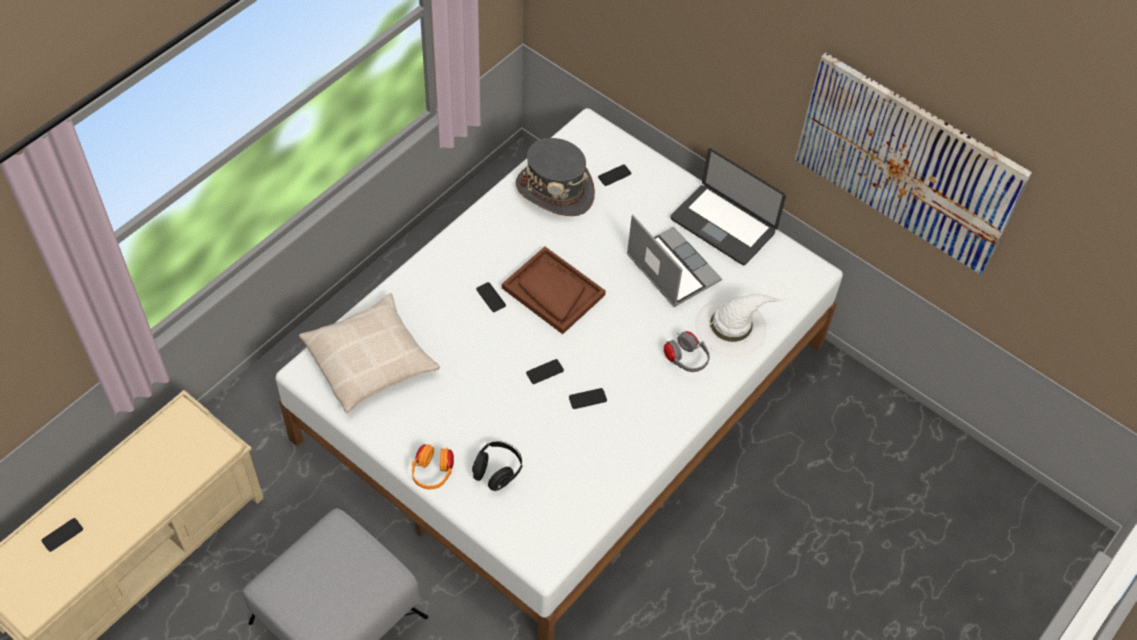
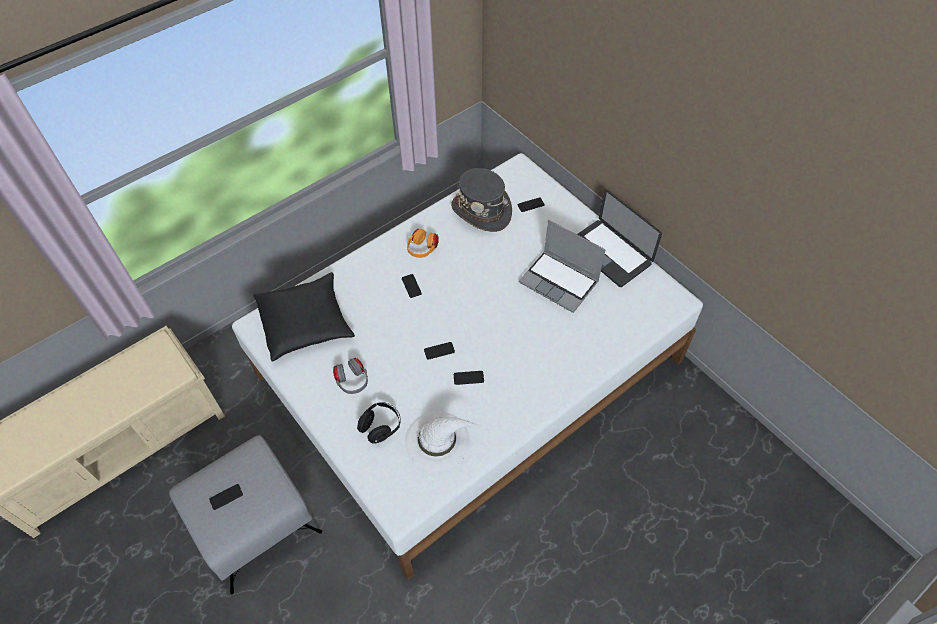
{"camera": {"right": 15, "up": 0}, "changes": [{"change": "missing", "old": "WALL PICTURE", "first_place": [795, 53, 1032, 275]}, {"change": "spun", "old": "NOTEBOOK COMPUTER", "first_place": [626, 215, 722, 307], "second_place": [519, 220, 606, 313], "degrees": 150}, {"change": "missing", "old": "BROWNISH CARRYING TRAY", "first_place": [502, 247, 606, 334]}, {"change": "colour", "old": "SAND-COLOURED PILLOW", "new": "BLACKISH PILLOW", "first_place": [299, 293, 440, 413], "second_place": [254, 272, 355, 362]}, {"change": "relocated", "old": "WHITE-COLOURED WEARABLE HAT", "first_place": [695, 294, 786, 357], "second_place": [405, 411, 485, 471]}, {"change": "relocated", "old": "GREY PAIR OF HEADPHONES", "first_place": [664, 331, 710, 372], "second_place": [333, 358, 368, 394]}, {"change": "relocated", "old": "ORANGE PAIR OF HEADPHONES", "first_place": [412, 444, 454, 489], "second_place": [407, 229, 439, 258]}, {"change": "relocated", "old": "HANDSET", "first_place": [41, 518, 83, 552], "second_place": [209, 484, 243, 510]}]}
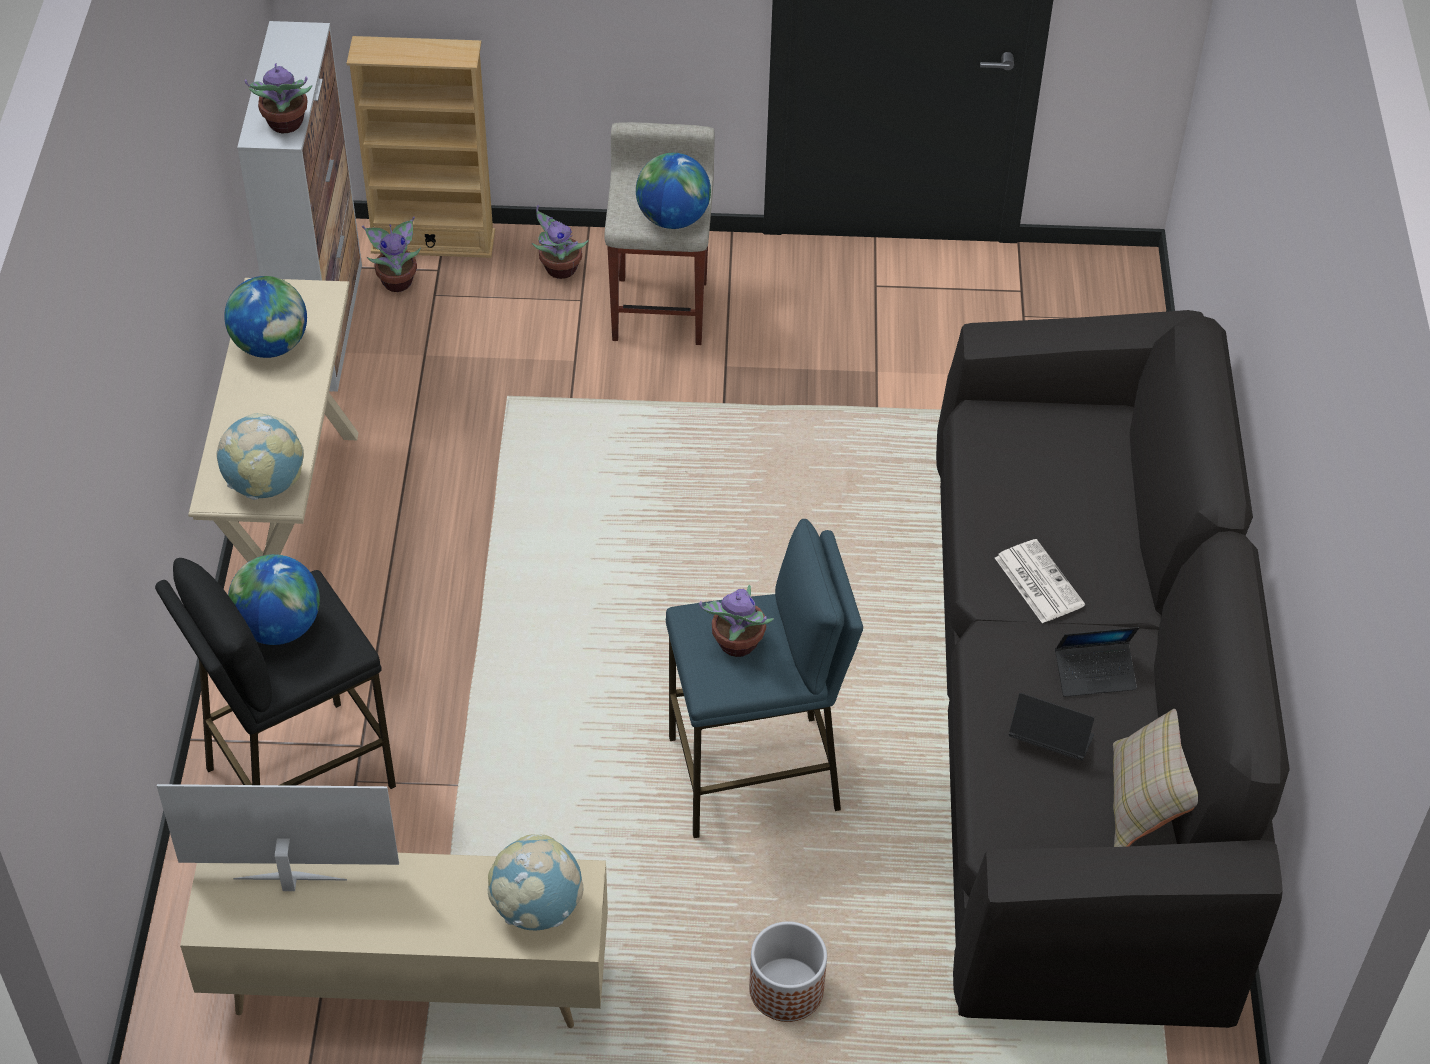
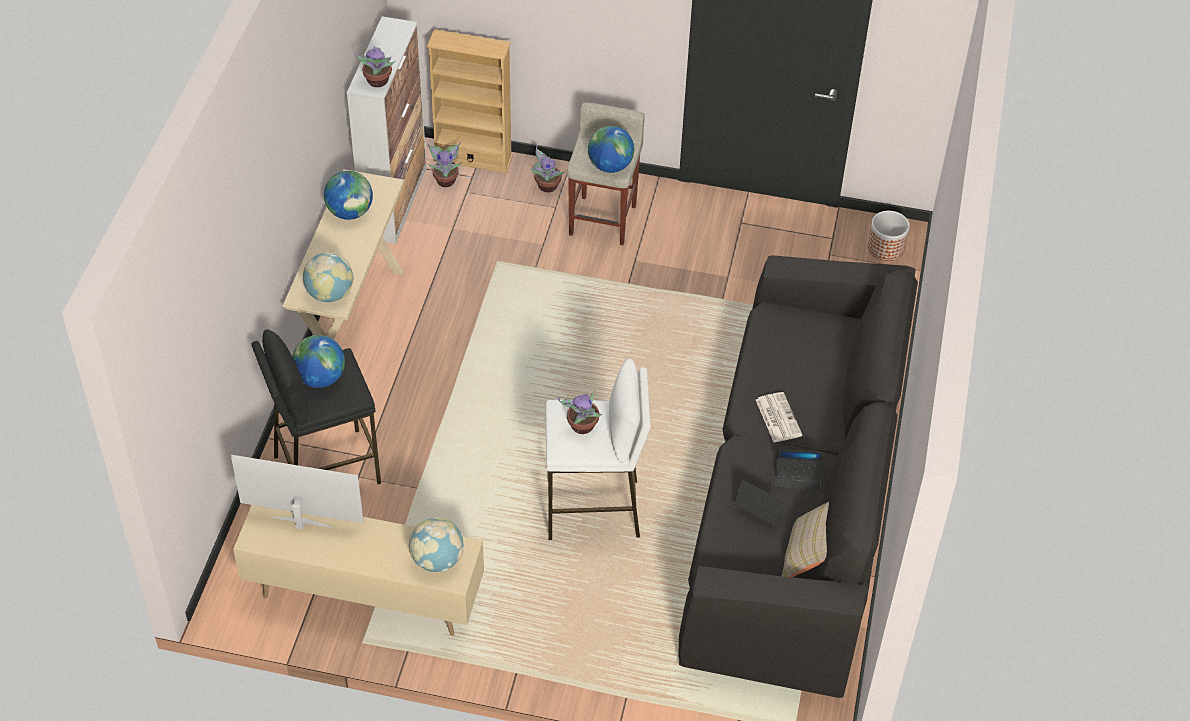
{"camera": {"right": 10, "up": 0}, "changes": [{"change": "colour", "old": "BLUE STOOL", "new": "WHITE-COLOURED STOOL", "first_place": [666, 519, 863, 838], "second_place": [546, 358, 651, 540]}, {"change": "relocated", "old": "PLANT POT", "first_place": [749, 922, 827, 1022], "second_place": [867, 211, 910, 261]}]}
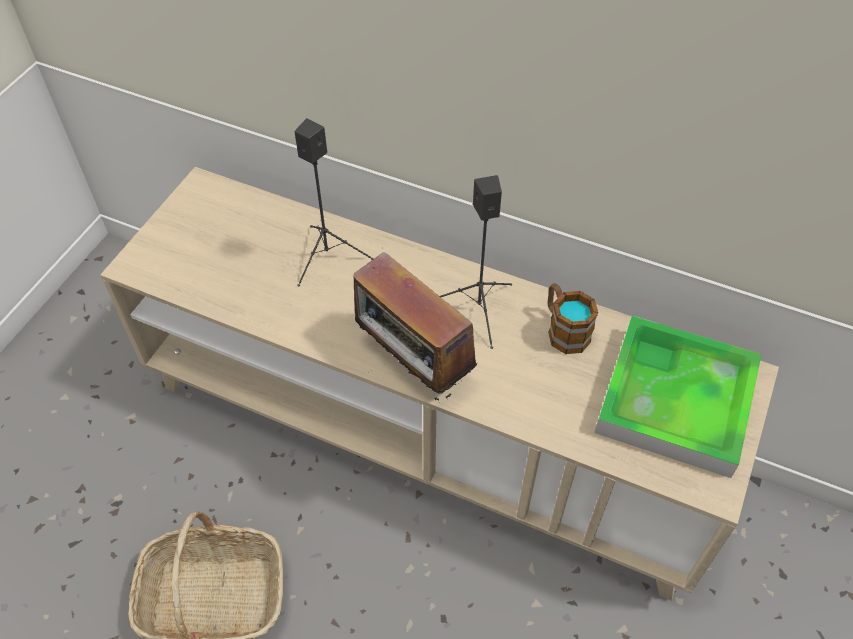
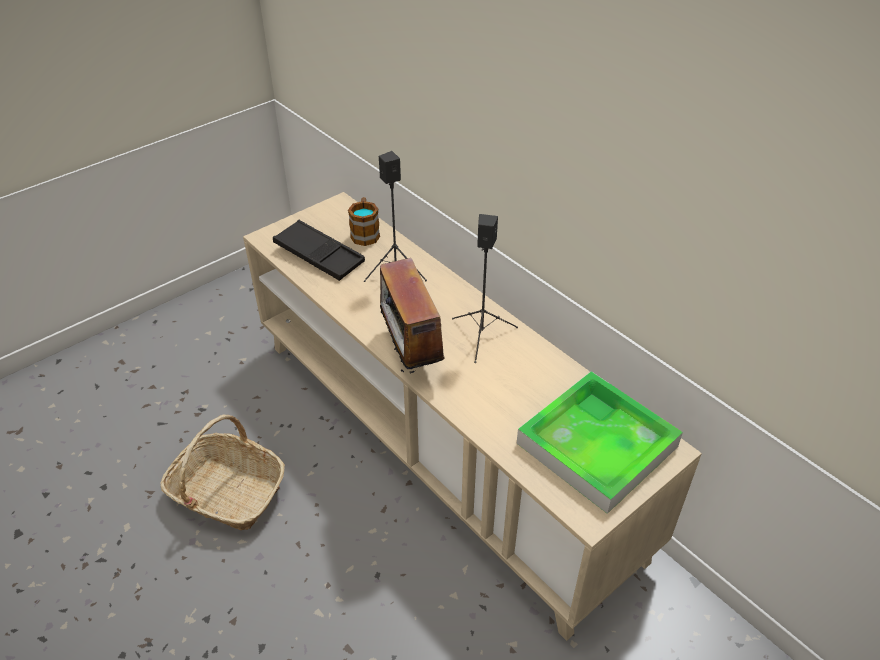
{"camera": {"right": 25, "up": -10}, "changes": [{"change": "relocated", "old": "TEA MUG", "first_place": [547, 283, 598, 354], "second_place": [348, 197, 380, 246]}, {"change": "appeared", "new": "BLACKISH CARRYING TRAY", "second_place": [273, 220, 365, 281]}]}
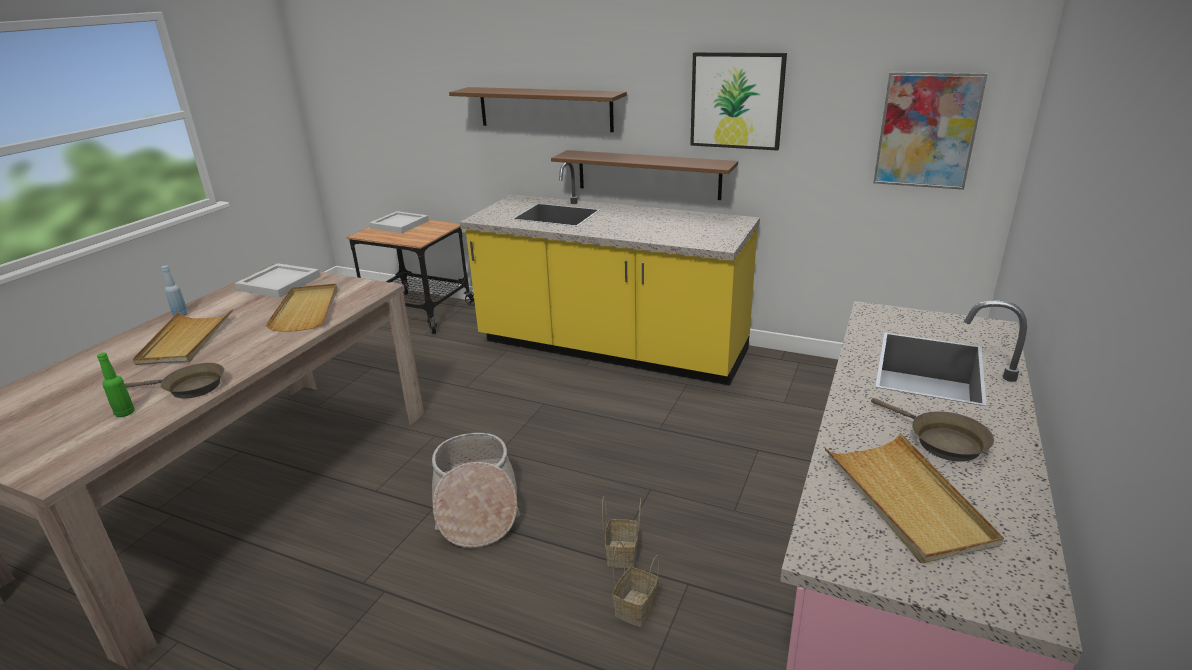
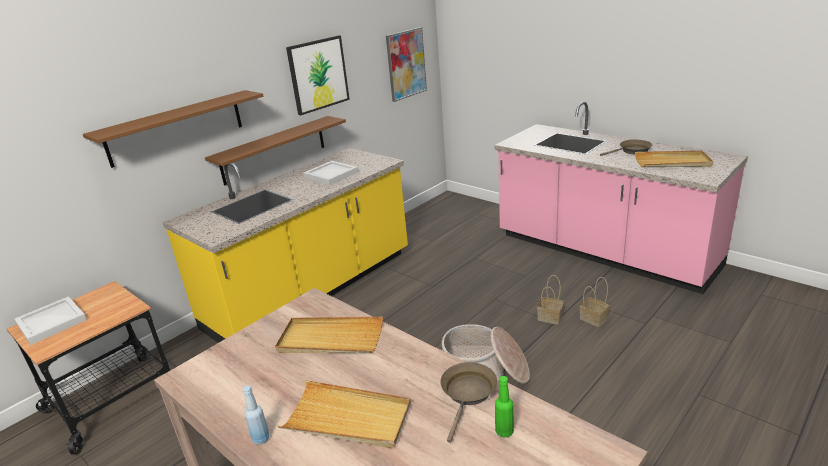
{"camera": {"right": -70, "up": 0}, "changes": [{"change": "relocated", "old": "WHITE-COLOURED CARRYING TRAY", "first_place": [235, 263, 321, 298], "second_place": [303, 161, 358, 185]}]}
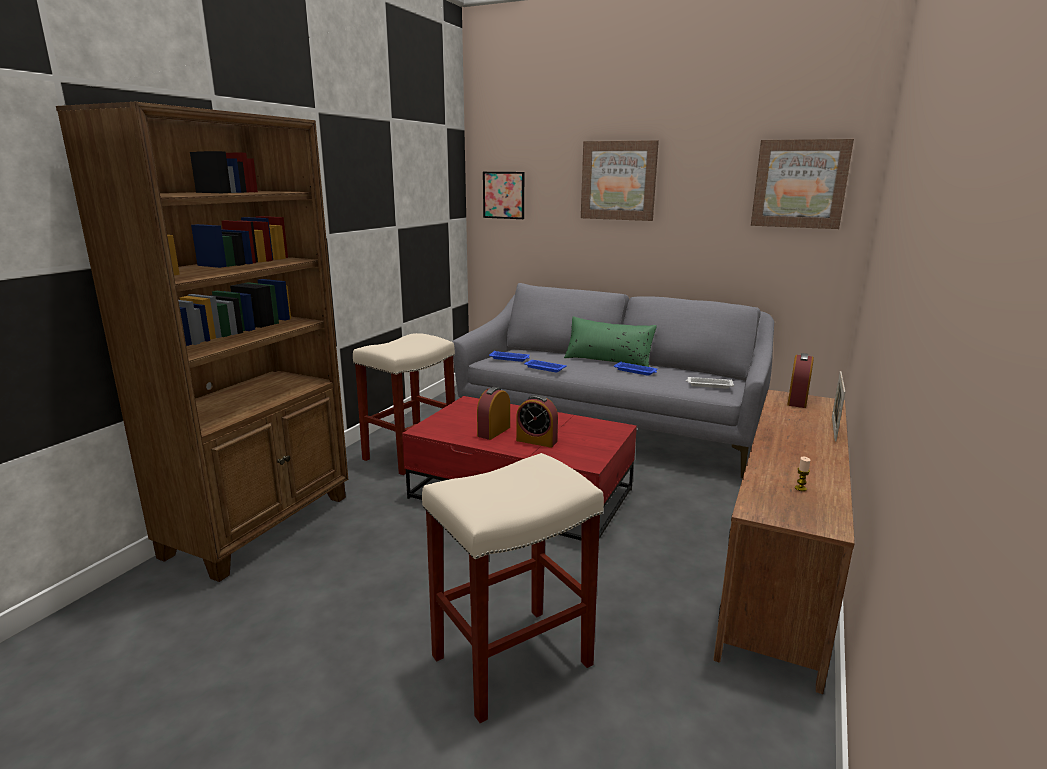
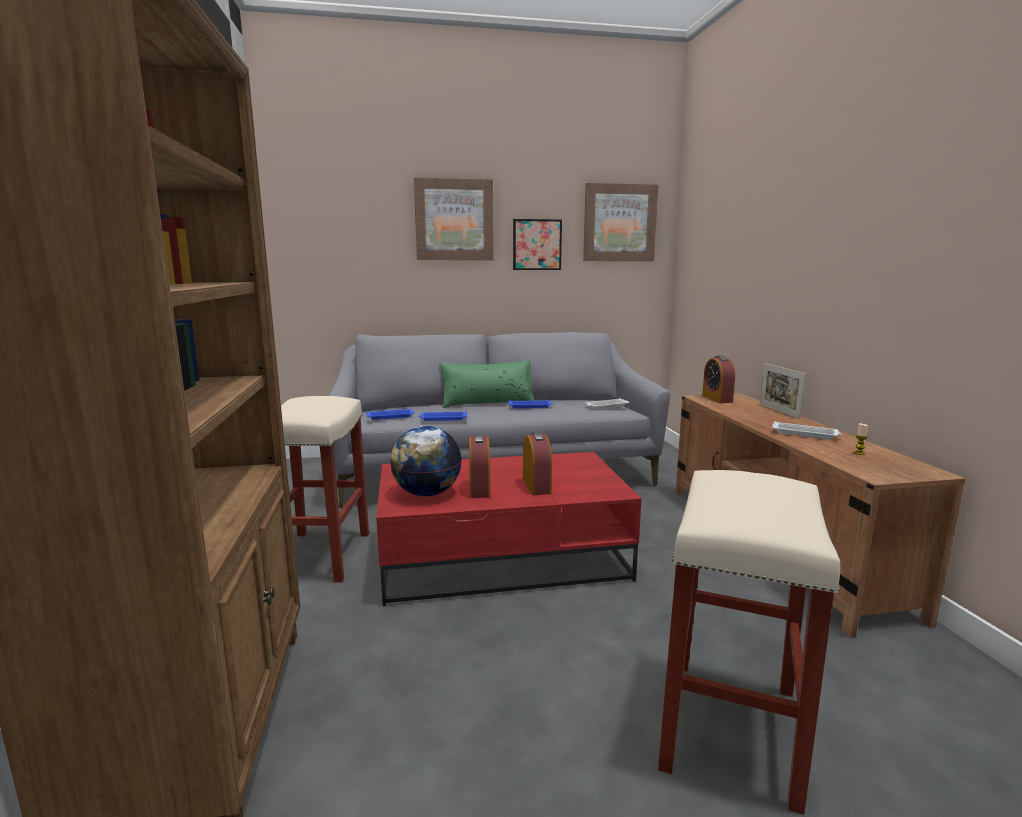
{"camera": {"right": -35, "up": -5}, "changes": [{"change": "relocated", "old": "WALL PICTURE", "first_place": [483, 172, 524, 219], "second_place": [513, 219, 562, 270]}, {"change": "spun", "old": "BEDSIDE CLOCK", "first_place": [516, 395, 558, 448], "second_place": [523, 432, 552, 495], "degrees": -90}, {"change": "appeared", "new": "WHITE-COLOURED CARRYING TRAY", "second_place": [772, 421, 842, 440]}, {"change": "appeared", "new": "GLOBE", "second_place": [390, 426, 462, 497]}]}
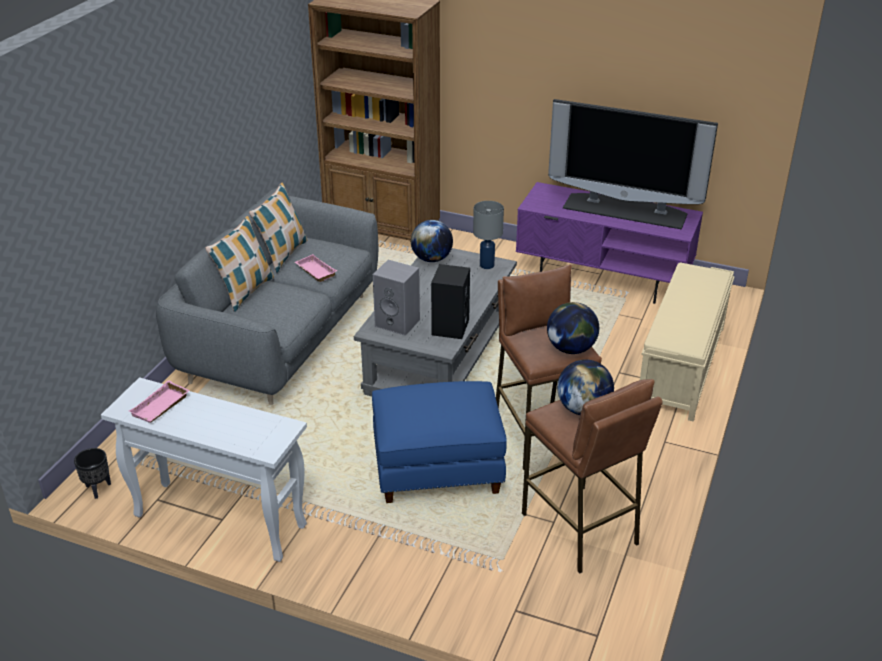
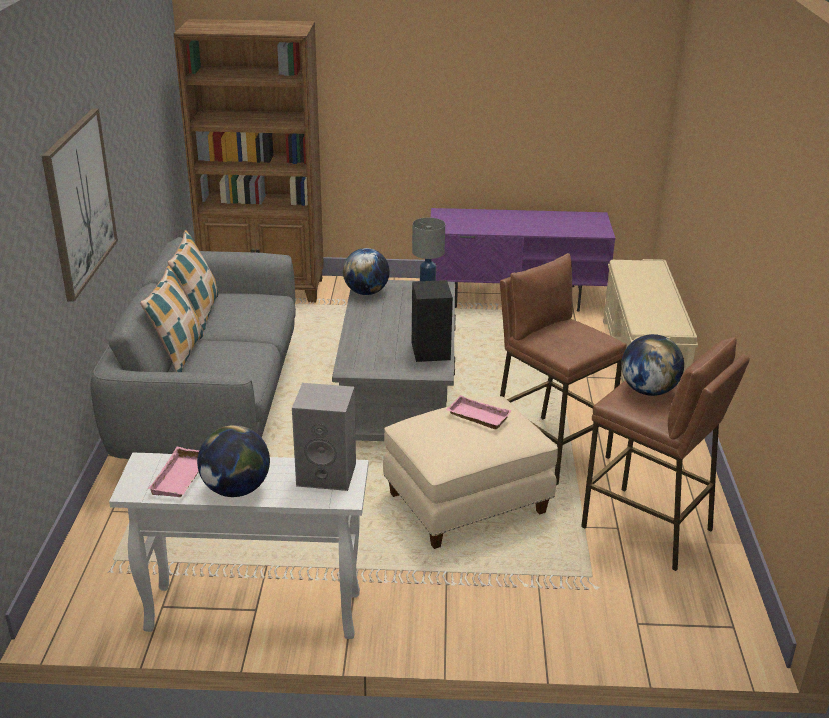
{"camera": {"right": -20, "up": -5}, "changes": [{"change": "missing", "old": "TV SET", "first_place": [548, 99, 718, 229]}, {"change": "relocated", "old": "PINKISH CARRYING TRAY", "first_place": [294, 254, 337, 282], "second_place": [446, 395, 512, 429]}, {"change": "relocated", "old": "GREY AUDIO SPEAKER", "first_place": [373, 260, 420, 336], "second_place": [292, 383, 356, 491]}, {"change": "relocated", "old": "GLOBE", "first_place": [547, 302, 599, 354], "second_place": [197, 425, 270, 497]}, {"change": "colour", "old": "BLUE OTTOMAN", "new": "SAND-COLOURED OTTOMAN", "first_place": [372, 381, 507, 503], "second_place": [383, 396, 558, 549]}, {"change": "missing", "old": "BLACKISH PLANT POT", "first_place": [74, 448, 111, 499]}, {"change": "appeared", "new": "WALL PICTURE", "second_place": [42, 108, 118, 302]}]}
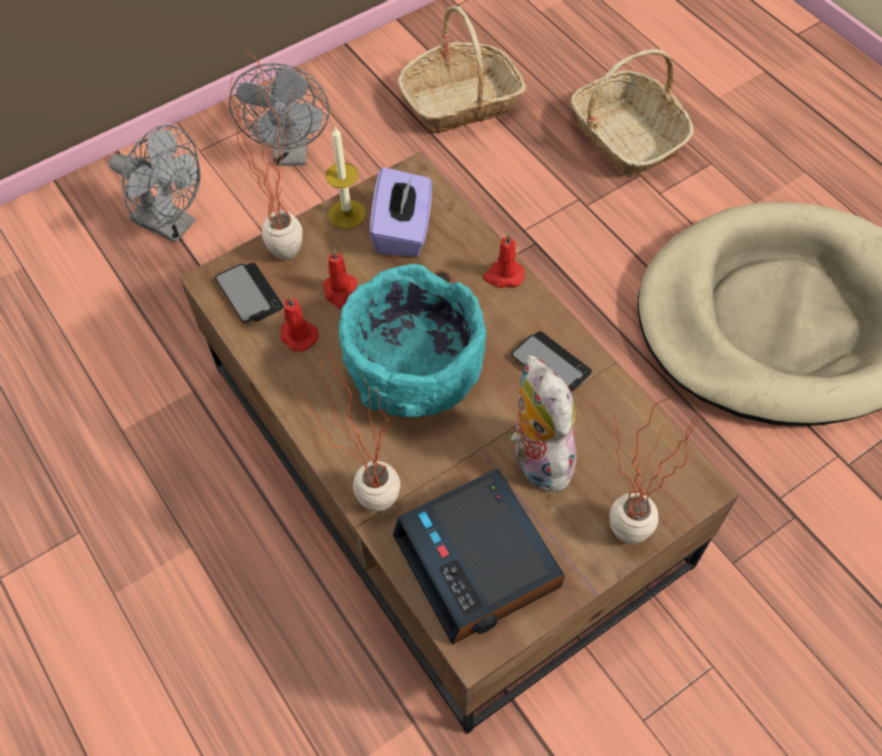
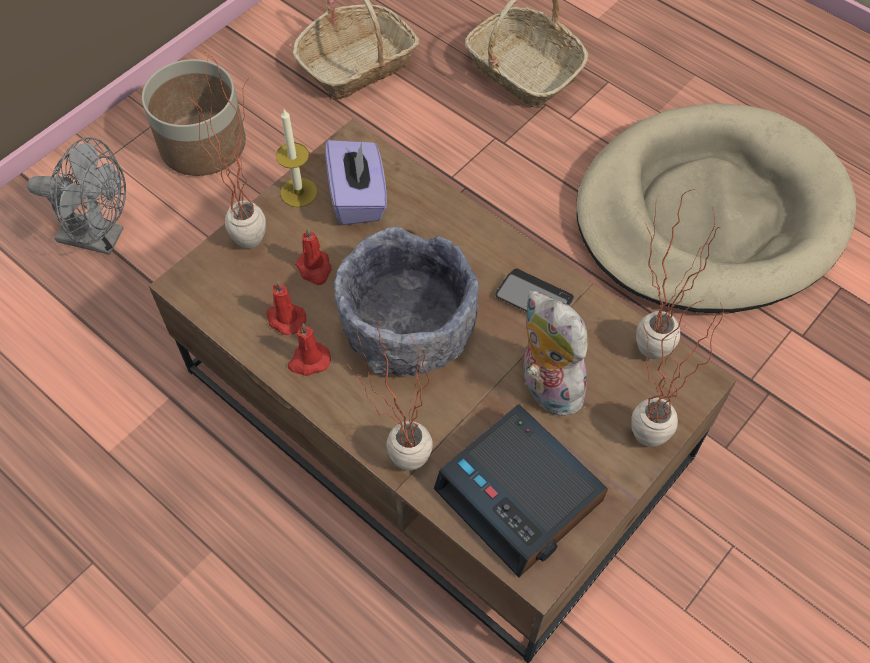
{"camera": {"right": -15, "up": 0}, "changes": [{"change": "exchanged", "old": "GREY ELECTRIC FAN", "new": "PLANT POT", "first_place": [229, 63, 330, 166], "second_place": [142, 59, 246, 176]}, {"change": "relocated", "old": "RED CANDLE", "first_place": [483, 233, 525, 288], "second_place": [288, 324, 331, 376]}, {"change": "missing", "old": "HANDSET", "first_place": [215, 263, 284, 323]}, {"change": "colour", "old": "BLUE-GREEN DEEP DISH", "new": "GREY DEEP DISH", "first_place": [338, 264, 486, 417], "second_place": [334, 227, 479, 376]}, {"change": "appeared", "new": "HOUSEPLANT", "second_place": [636, 189, 720, 359]}]}
